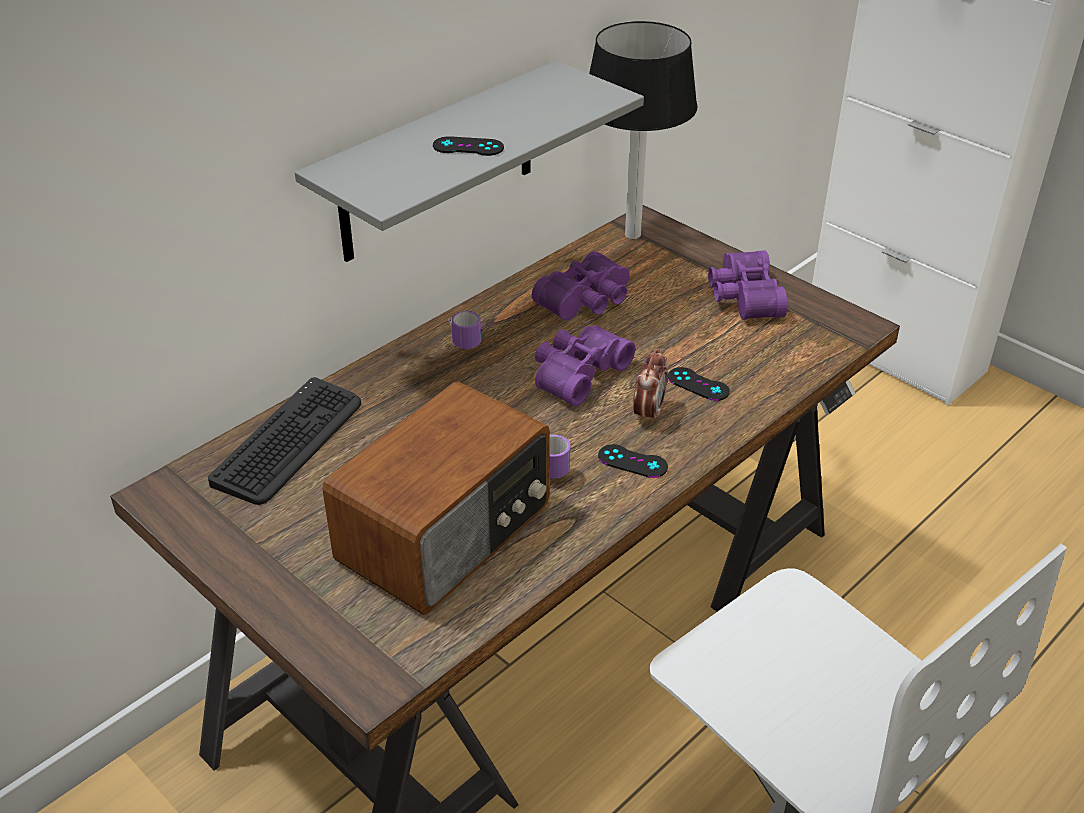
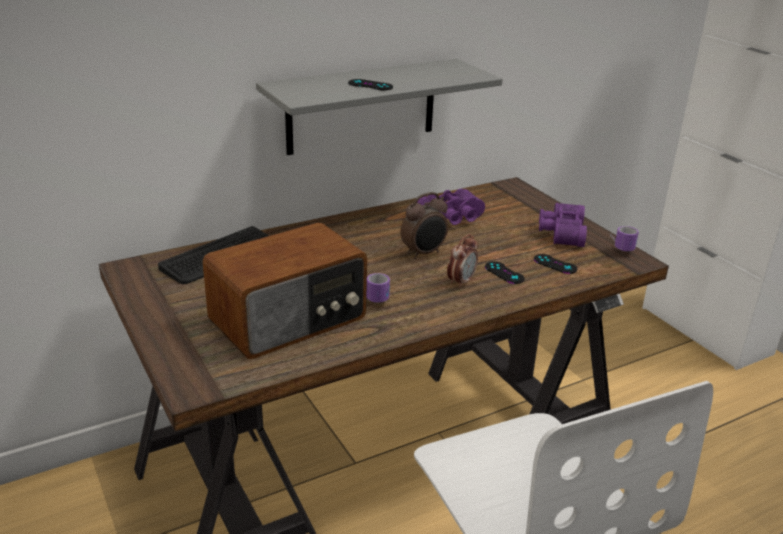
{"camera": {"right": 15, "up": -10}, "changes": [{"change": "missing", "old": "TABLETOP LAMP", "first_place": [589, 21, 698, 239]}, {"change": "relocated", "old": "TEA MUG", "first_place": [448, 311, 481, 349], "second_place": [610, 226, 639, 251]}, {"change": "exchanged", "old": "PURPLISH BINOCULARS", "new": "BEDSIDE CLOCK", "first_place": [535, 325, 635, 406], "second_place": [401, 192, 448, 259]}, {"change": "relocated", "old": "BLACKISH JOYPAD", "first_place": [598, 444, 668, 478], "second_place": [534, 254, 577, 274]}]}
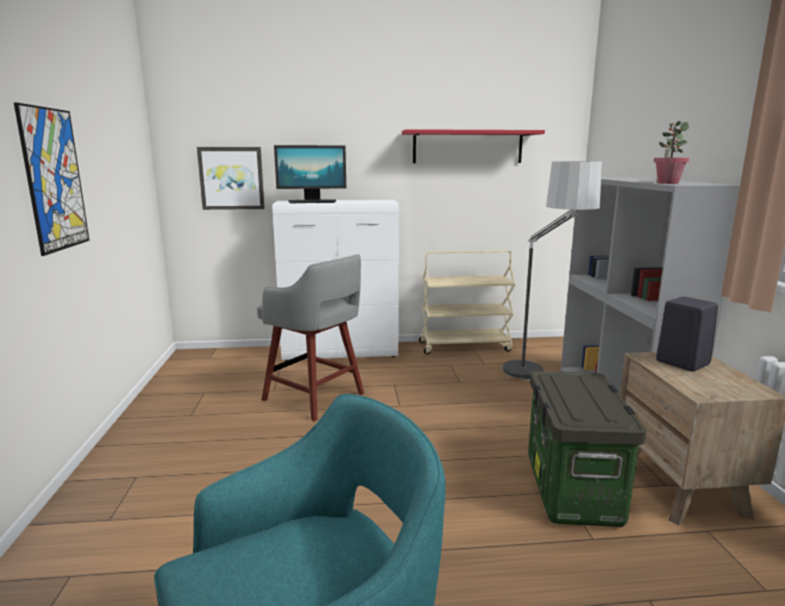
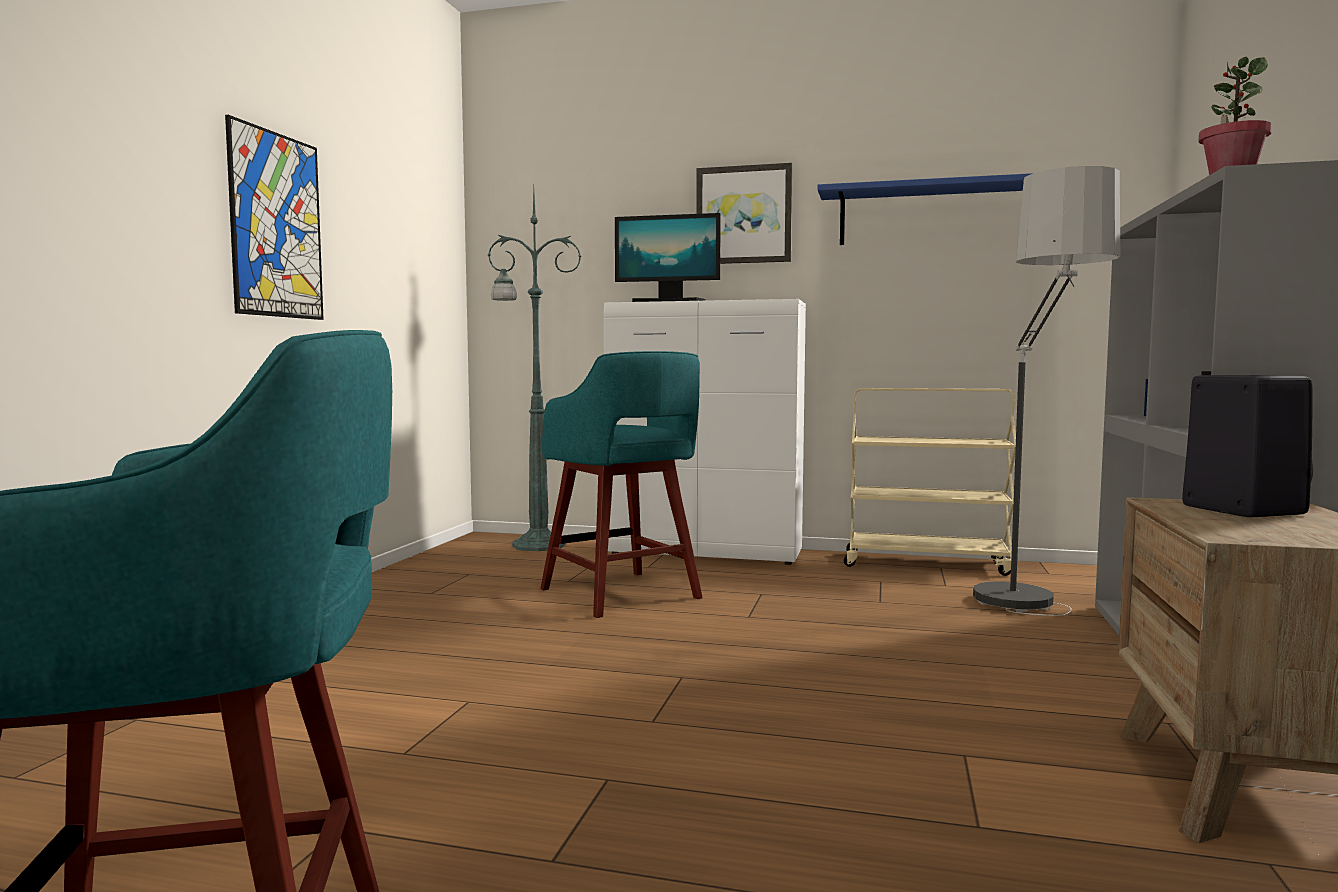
{"camera": {"right": 20, "up": -10}, "changes": [{"change": "colour", "old": "RED WALL SHELF", "new": "BLUE WALL SHELF", "first_place": [402, 129, 545, 163], "second_place": [817, 173, 1033, 245]}, {"change": "relocated", "old": "WALL PICTURE", "first_place": [197, 147, 265, 210], "second_place": [696, 163, 792, 264]}, {"change": "colour", "old": "GREY STOOL", "new": "BLUE-GREEN STOOL", "first_place": [257, 254, 364, 421], "second_place": [540, 351, 703, 618]}, {"change": "missing", "old": "STORAGE BIN", "first_place": [528, 371, 647, 527]}, {"change": "appeared", "new": "GREEN STANDING LAMP", "second_place": [488, 188, 581, 551]}]}
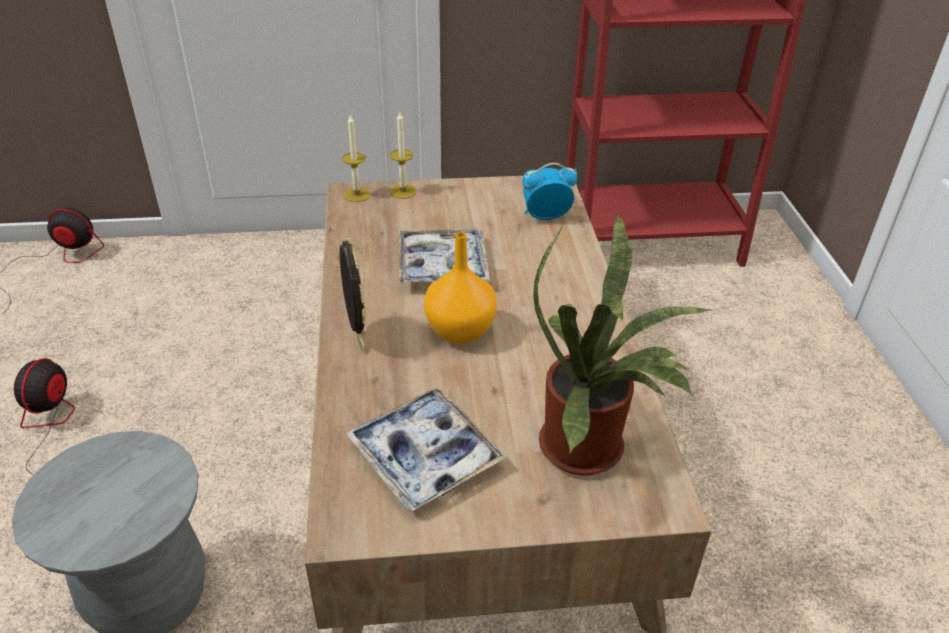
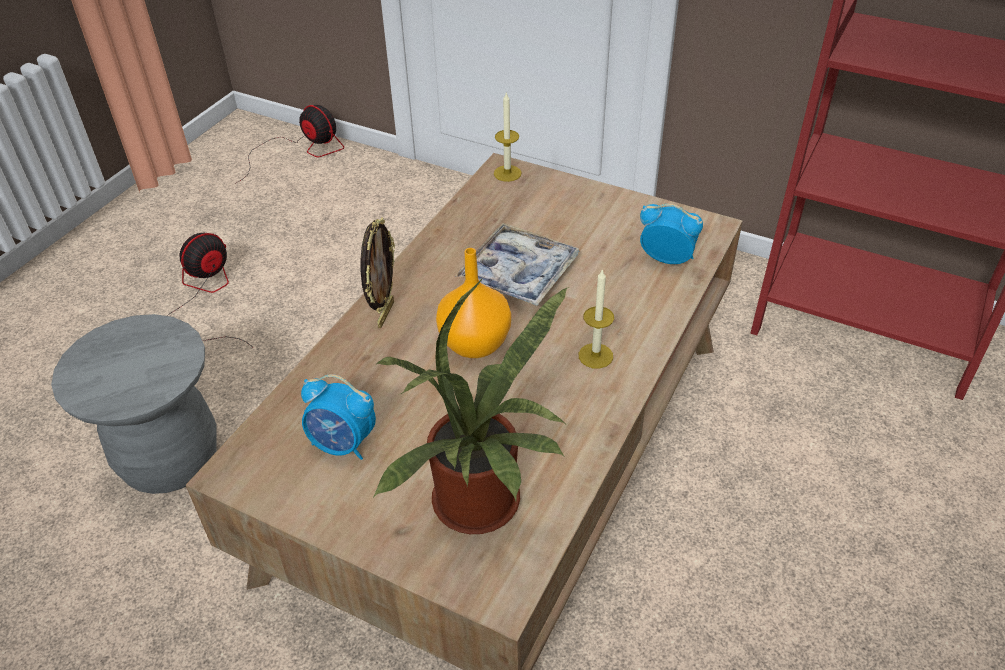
{"camera": {"right": 35, "up": 5}, "changes": [{"change": "relocated", "old": "CANDLE", "first_place": [390, 112, 417, 199], "second_place": [579, 269, 614, 369]}, {"change": "exchanged", "old": "CARRYING TRAY", "new": "BEDSIDE CLOCK", "first_place": [346, 388, 507, 511], "second_place": [301, 374, 376, 460]}]}
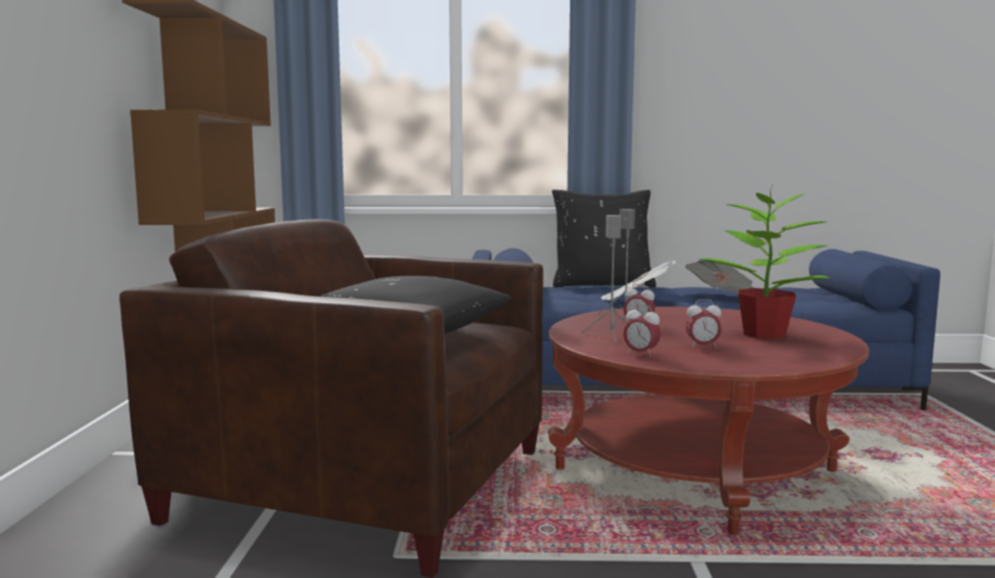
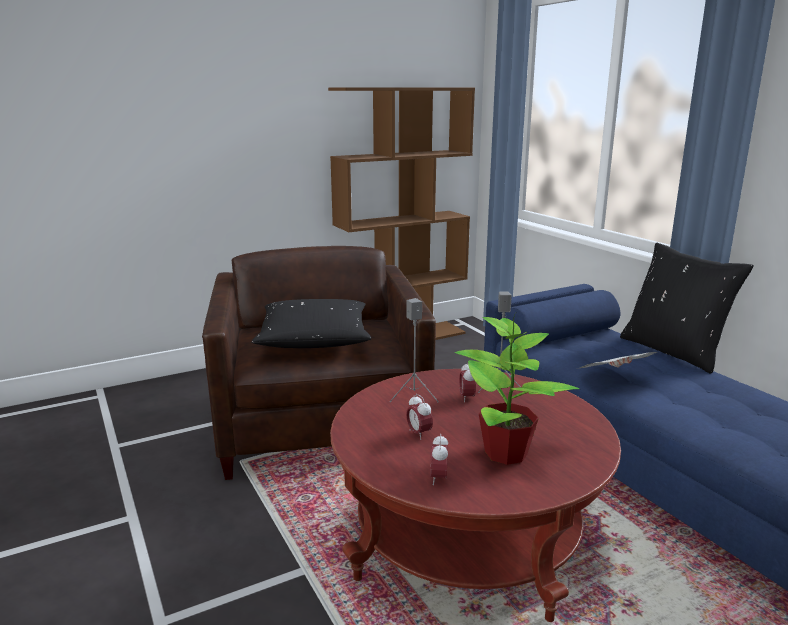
{"camera": {"right": 60, "up": 10}, "changes": [{"change": "missing", "old": "PRINTED PAPER", "first_place": [685, 260, 754, 293]}, {"change": "relocated", "old": "BEDSIDE CLOCK", "first_place": [623, 304, 661, 357], "second_place": [430, 434, 448, 485]}]}
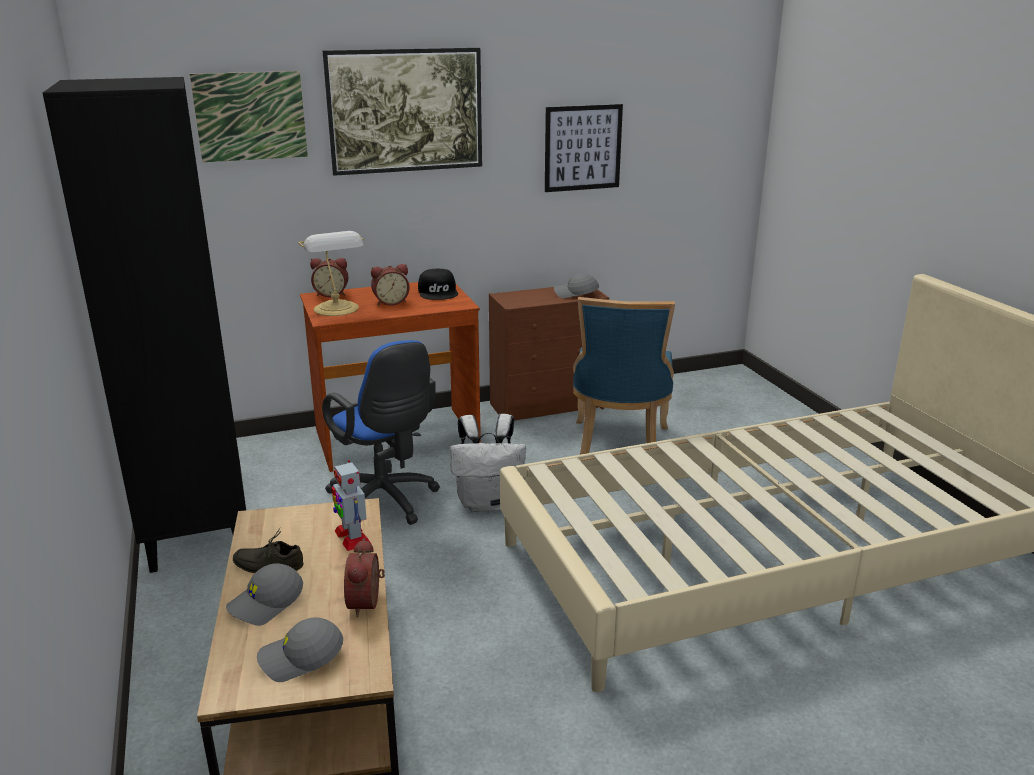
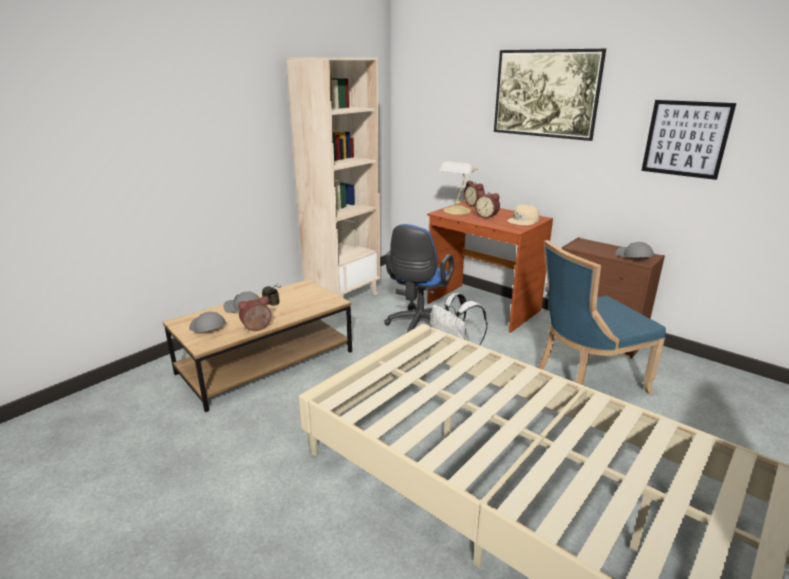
{"camera": {"right": 60, "up": 0}, "changes": [{"change": "missing", "old": "WALL PICTURE", "first_place": [190, 71, 308, 162]}, {"change": "colour", "old": "BLACKISH SHELVING UNIT", "new": "SAND-COLOURED SHELVING UNIT", "first_place": [43, 77, 246, 573], "second_place": [286, 57, 380, 298]}, {"change": "colour", "old": "BLACKISH PEAKED CAP", "new": "SAND-COLOURED PEAKED CAP", "first_place": [418, 268, 458, 300], "second_place": [507, 204, 539, 225]}, {"change": "missing", "old": "TOY ROBOT", "first_place": [331, 460, 371, 551]}]}
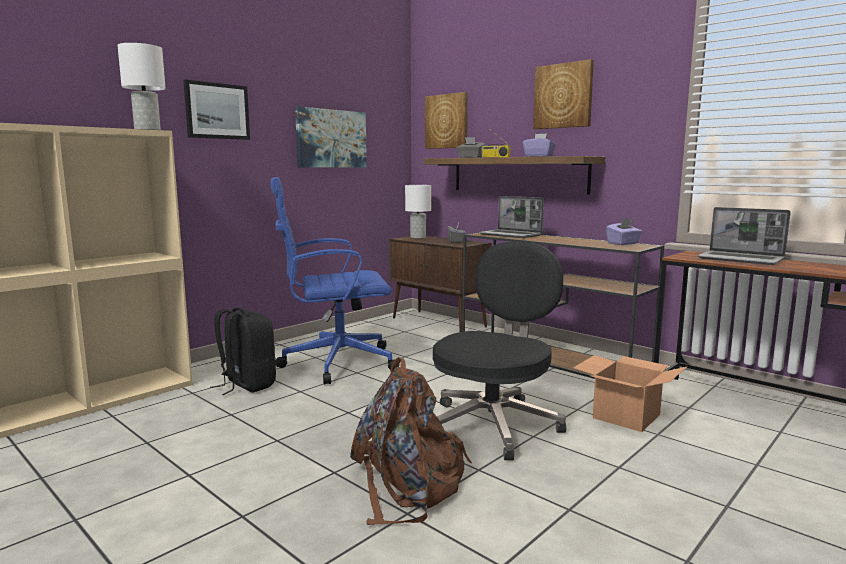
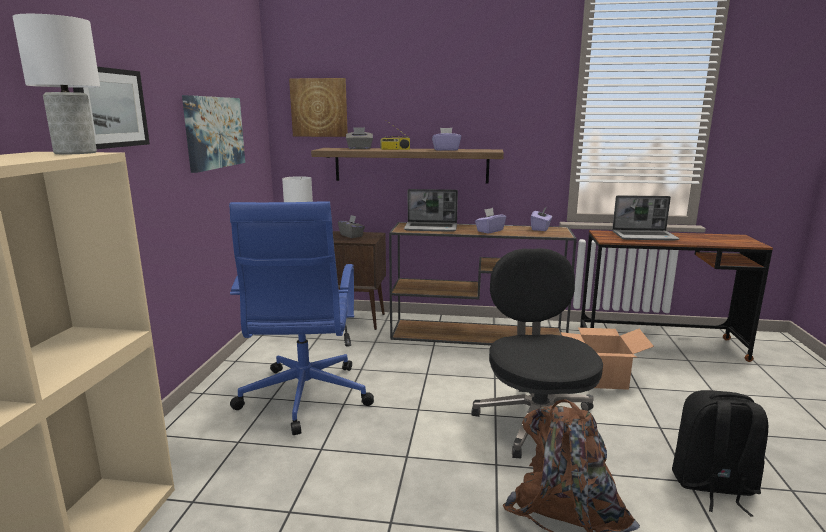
{"camera": {"right": -35, "up": 5}, "changes": [{"change": "missing", "old": "WALL PICTURE", "first_place": [533, 59, 594, 129]}, {"change": "spun", "old": "BLUE COMPUTER CHAIR", "first_place": [270, 177, 399, 385], "second_place": [229, 201, 374, 435], "degrees": -45}, {"change": "relocated", "old": "BLACKISH BACKPACK", "first_place": [210, 308, 276, 395], "second_place": [672, 390, 768, 517]}, {"change": "appeared", "new": "PURPLISH TISSUE BOX", "second_place": [475, 208, 506, 234]}]}
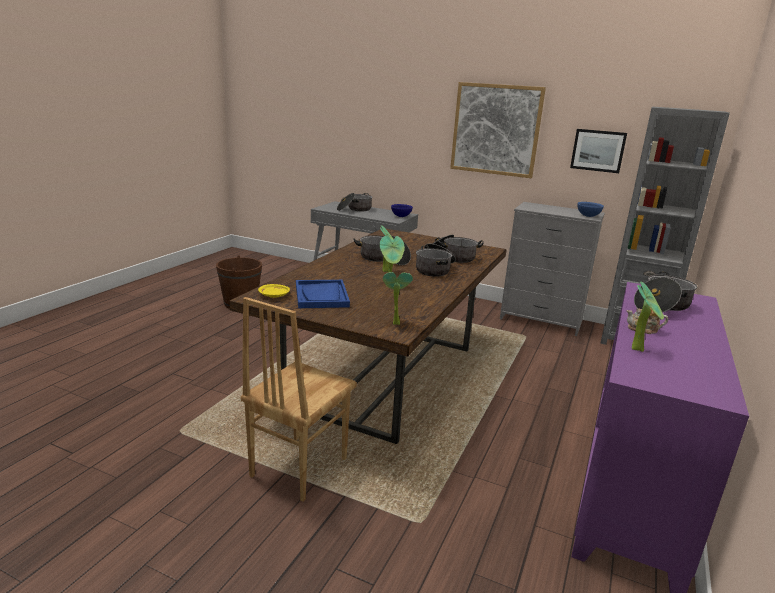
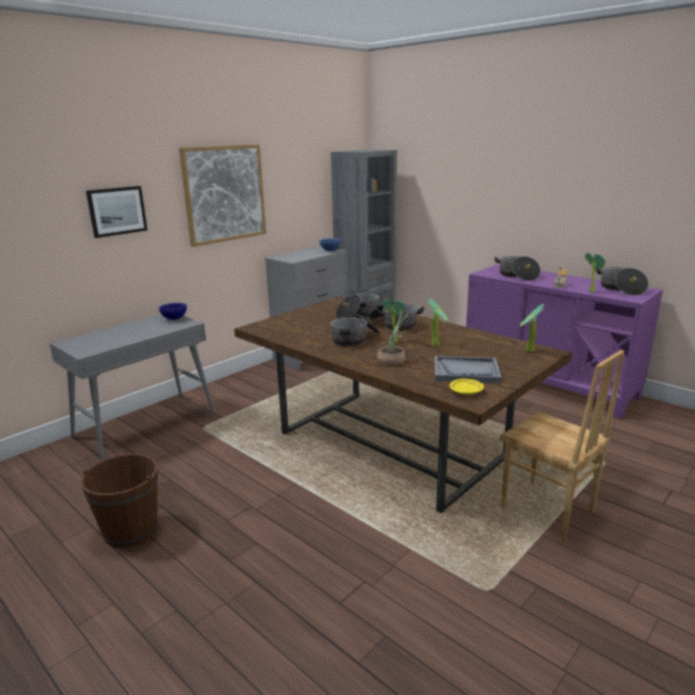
{"camera": {"right": -70, "up": 0}, "changes": [{"change": "relocated", "old": "WALL PICTURE", "first_place": [570, 129, 627, 173], "second_place": [86, 186, 147, 238]}, {"change": "relocated", "old": "STOCKPOT", "first_place": [337, 193, 372, 211], "second_place": [595, 267, 649, 296]}, {"change": "colour", "old": "BLUE CARRYING TRAY", "new": "GREY CARRYING TRAY", "first_place": [296, 280, 350, 308], "second_place": [434, 356, 502, 383]}, {"change": "appeared", "new": "HOUSEPLANT", "second_place": [377, 311, 412, 366]}]}
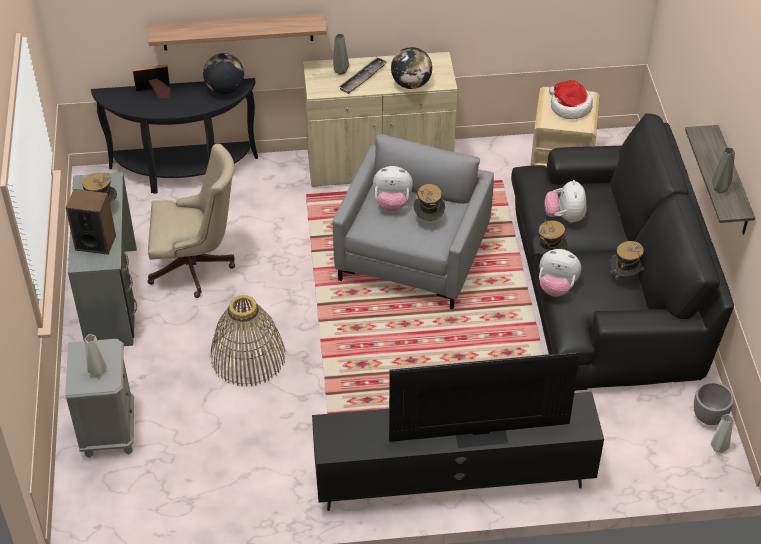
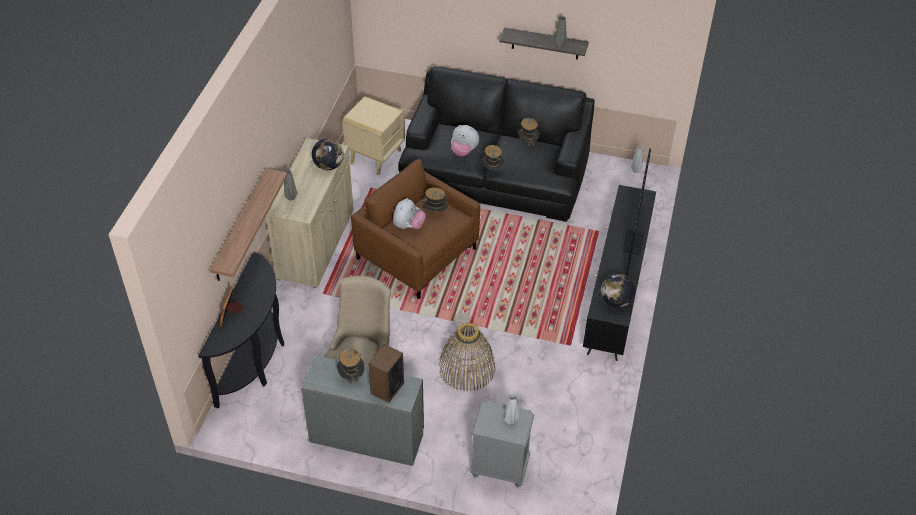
{"camera": {"right": -70, "up": 0}, "changes": [{"change": "relocated", "old": "GLOBE", "first_place": [203, 53, 244, 94], "second_place": [601, 274, 635, 308]}, {"change": "missing", "old": "CARRYING TRAY", "first_place": [338, 57, 388, 94]}, {"change": "missing", "old": "WEARABLE HAT", "first_place": [549, 80, 593, 119]}, {"change": "colour", "old": "GREY LOUNGE CHAIR", "new": "BROWNISH LOUNGE CHAIR", "first_place": [333, 134, 494, 310], "second_place": [351, 159, 480, 299]}, {"change": "missing", "old": "PLUSH TOY", "first_place": [539, 249, 581, 297]}, {"change": "missing", "old": "GREY PLANT POT", "first_place": [694, 382, 734, 425]}]}
